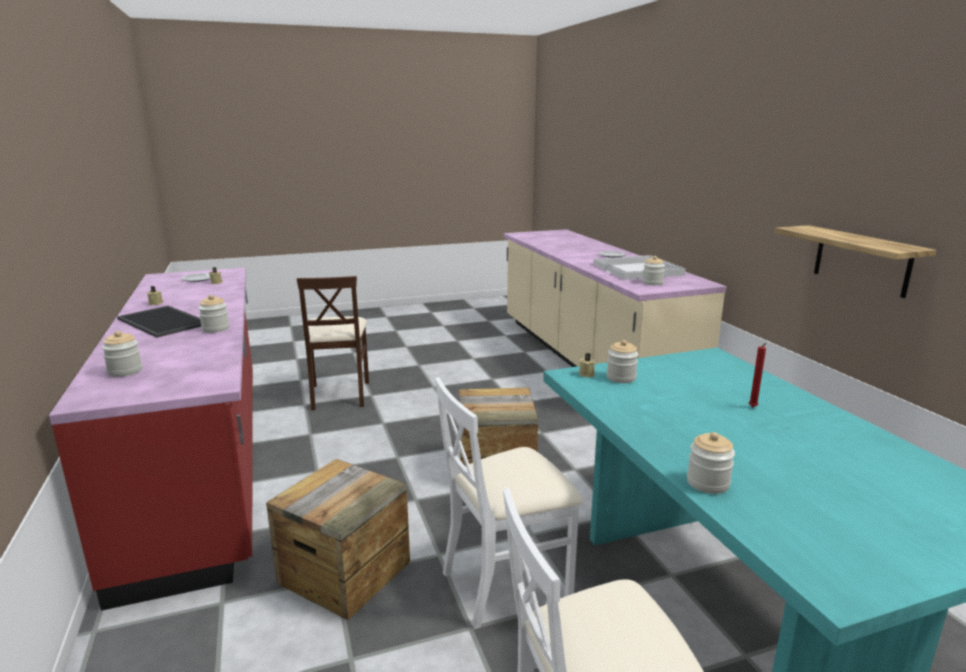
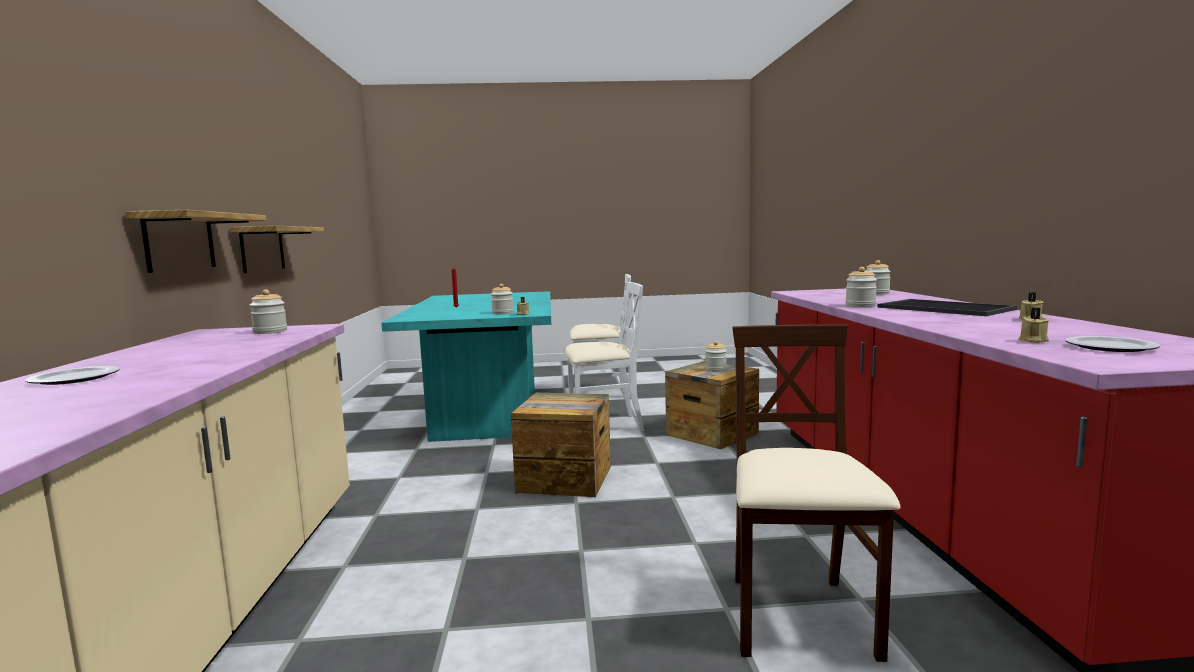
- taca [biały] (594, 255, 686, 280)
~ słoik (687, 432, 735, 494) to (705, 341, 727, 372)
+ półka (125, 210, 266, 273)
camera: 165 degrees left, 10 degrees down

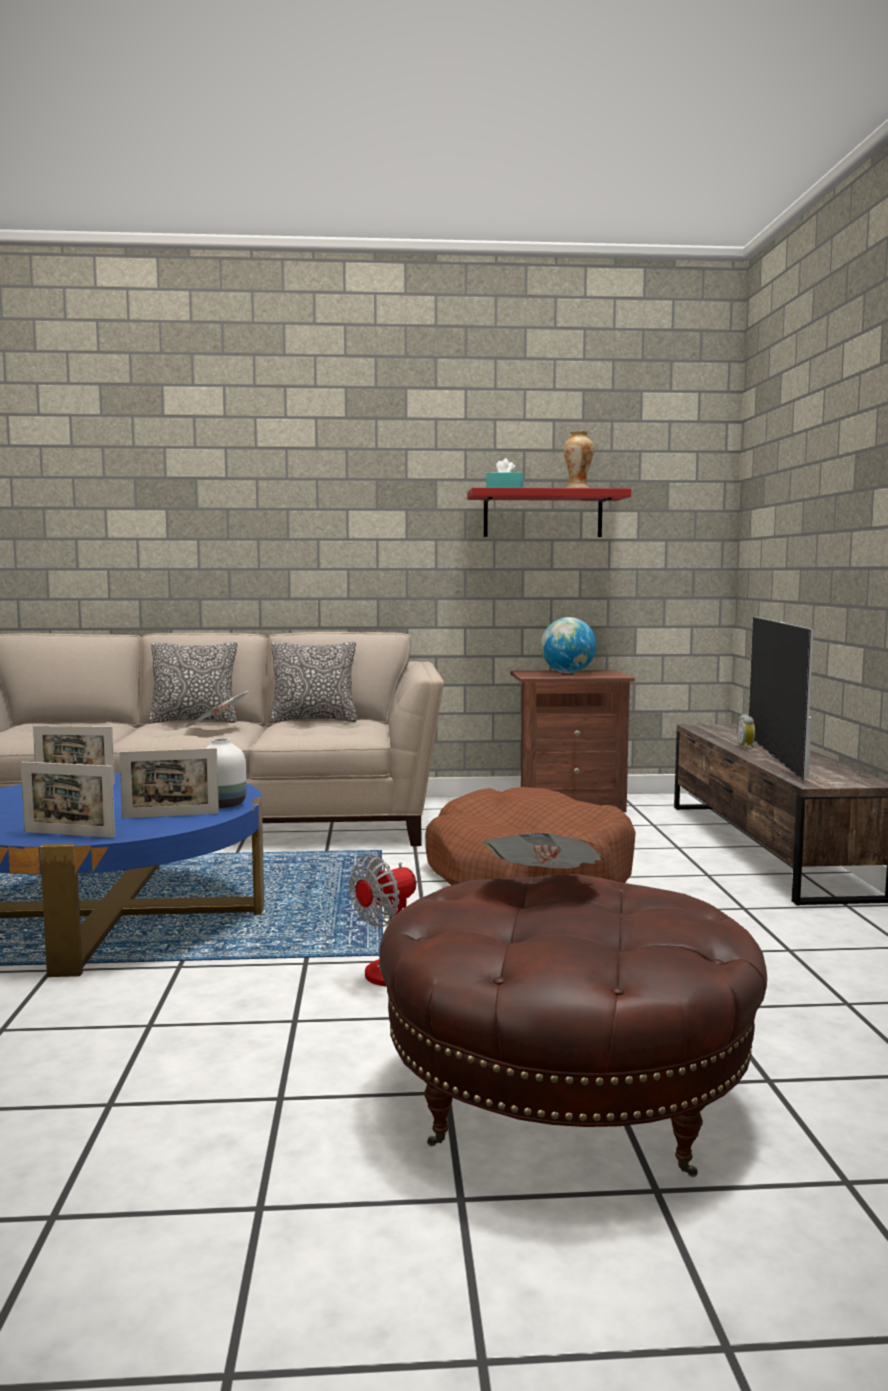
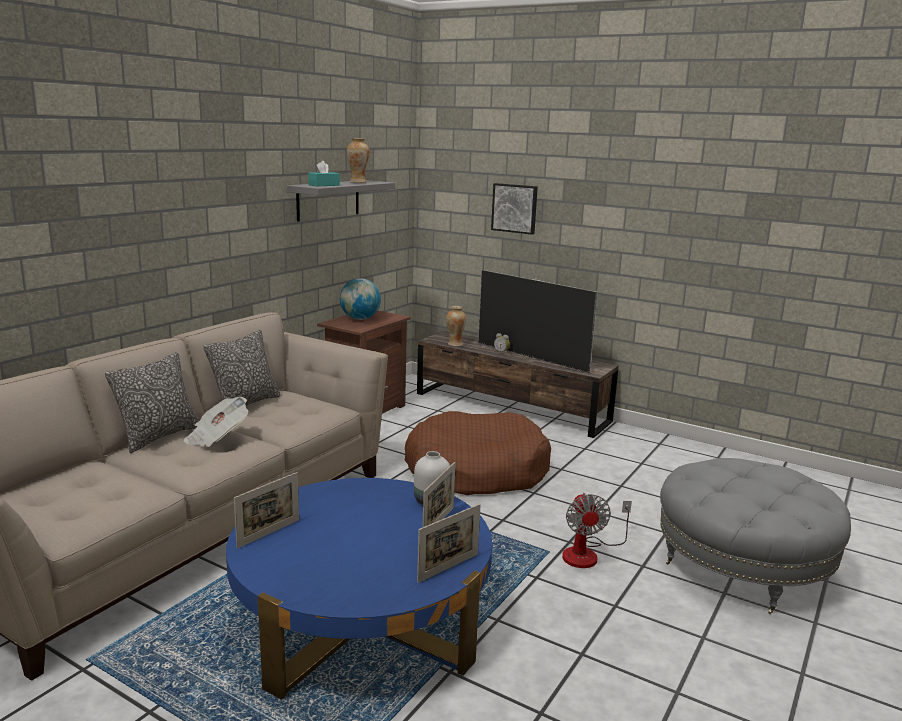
~ półka [czerwony] (467, 487, 631, 537) to półka [szary] (287, 180, 395, 222)
- gazeta (481, 833, 603, 869)
~ pufa [brązowy] (379, 874, 767, 1177) to pufa [szary] (660, 458, 851, 614)
+ obraz (491, 183, 538, 235)
+ wazon (446, 306, 466, 346)
camera: 55 degrees left, 10 degrees up

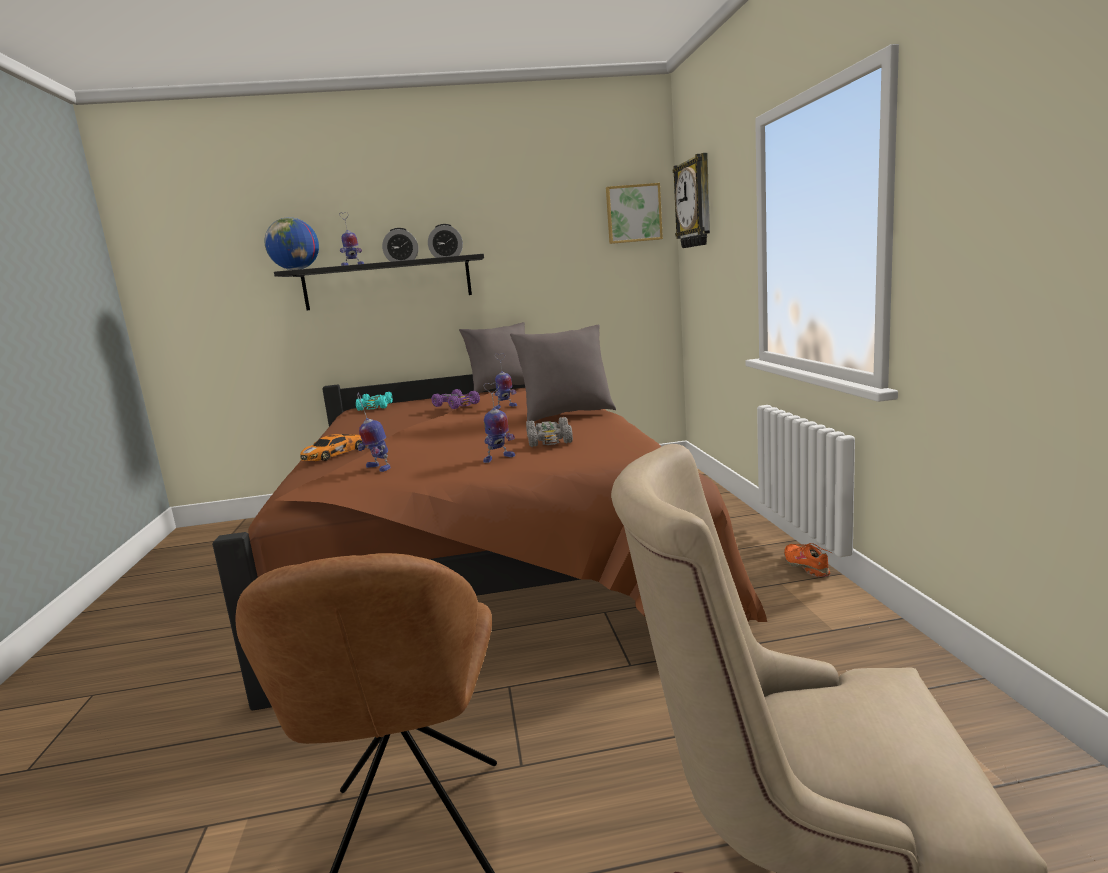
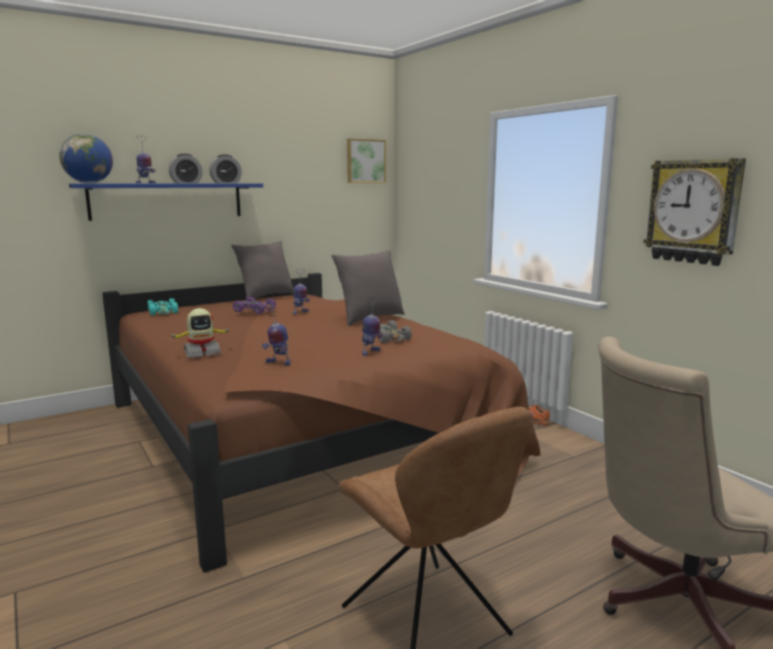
~ zegar ścienny (673, 153, 710, 248) to (643, 158, 746, 266)
~ półka [czarny] (274, 254, 484, 310) to półka [niebieski] (69, 183, 263, 221)
~ samochodzik (300, 434, 363, 461) to robot zabawkowy (171, 308, 232, 358)
camera: 25 degrees left, 0 degrees up

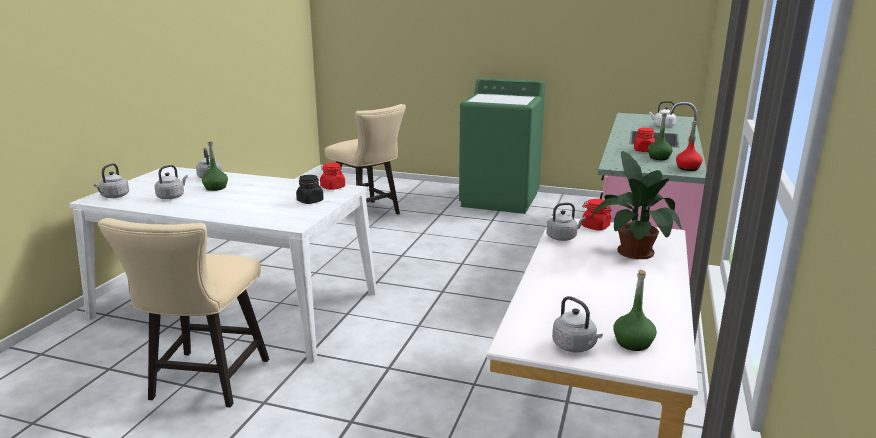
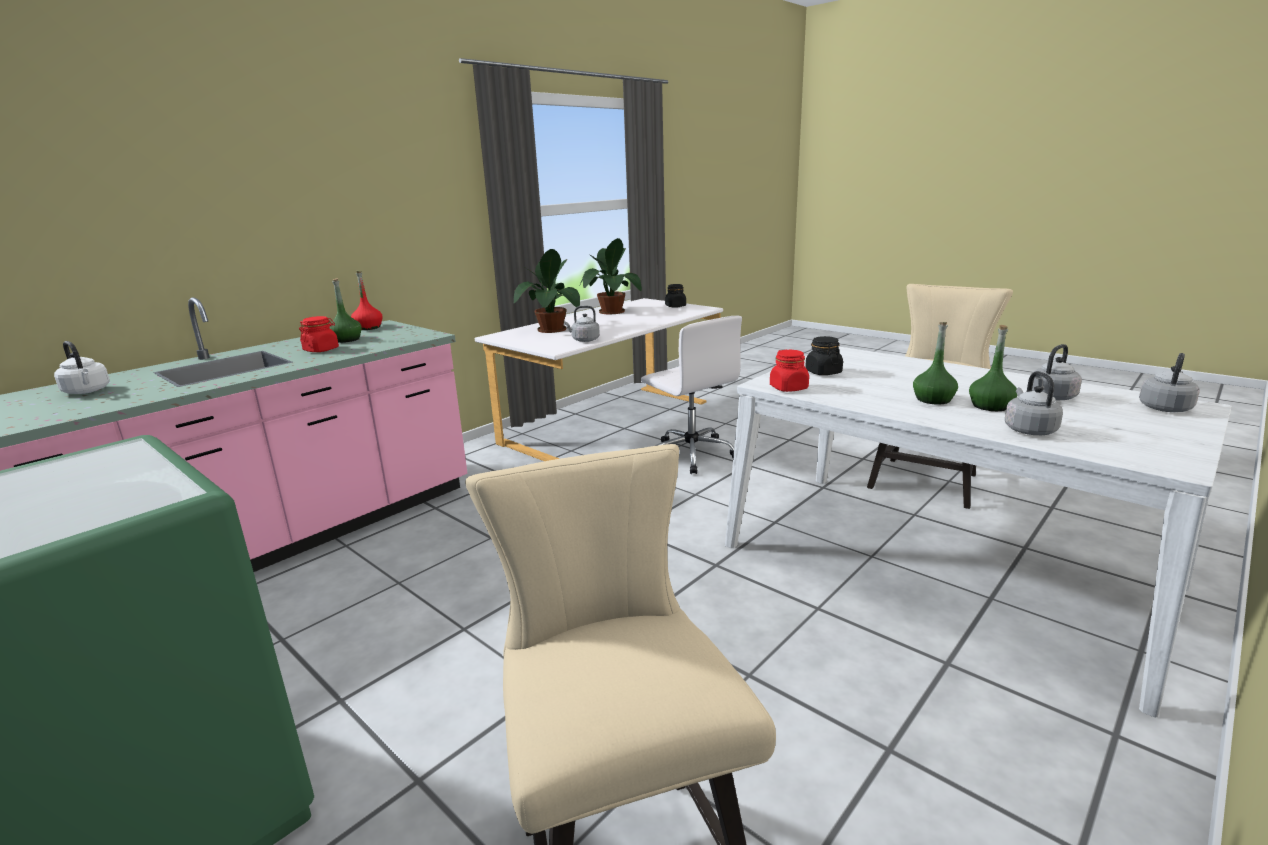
- słoik [czerwony] (582, 199, 612, 231)
~ butelka [zielony] (613, 270, 657, 351) to (913, 322, 958, 404)
~ czajnik [szary] (552, 296, 603, 353) to słoik [czarny] (665, 284, 686, 308)
+ roślina doniczkowa (579, 238, 642, 314)
+ krzesło biurowe [biały] (641, 316, 742, 474)
camera: 155 degrees left, 0 degrees up

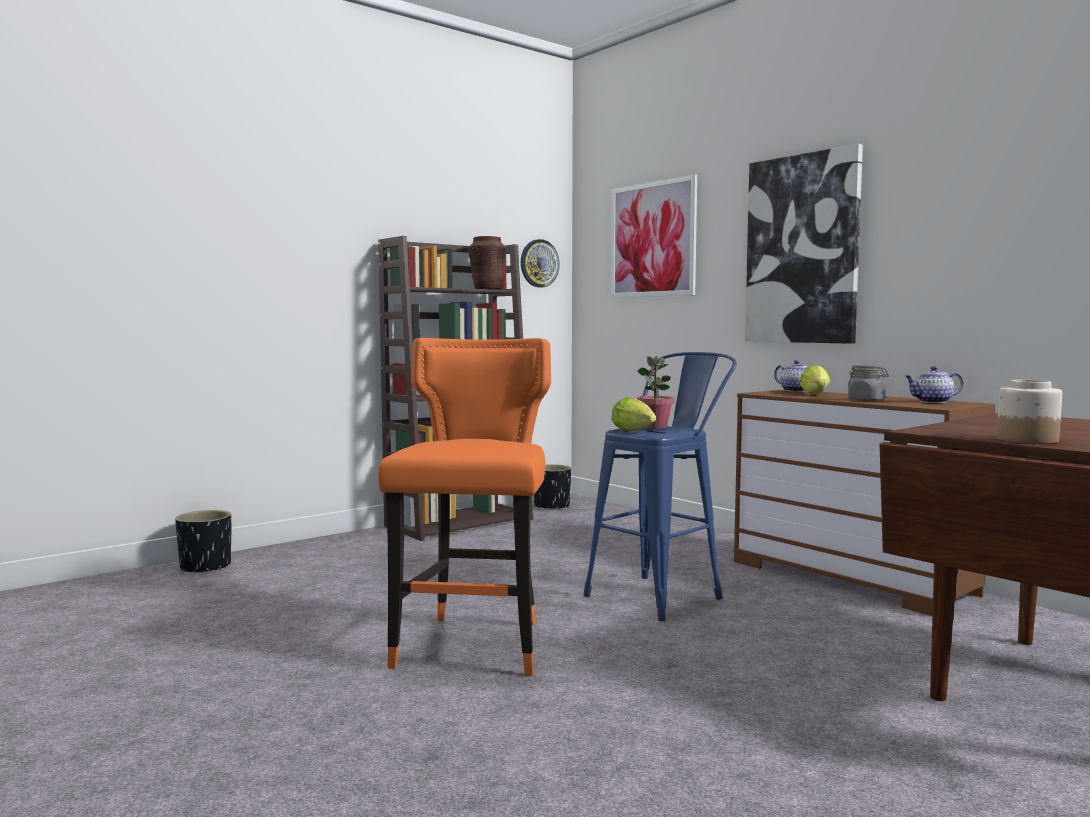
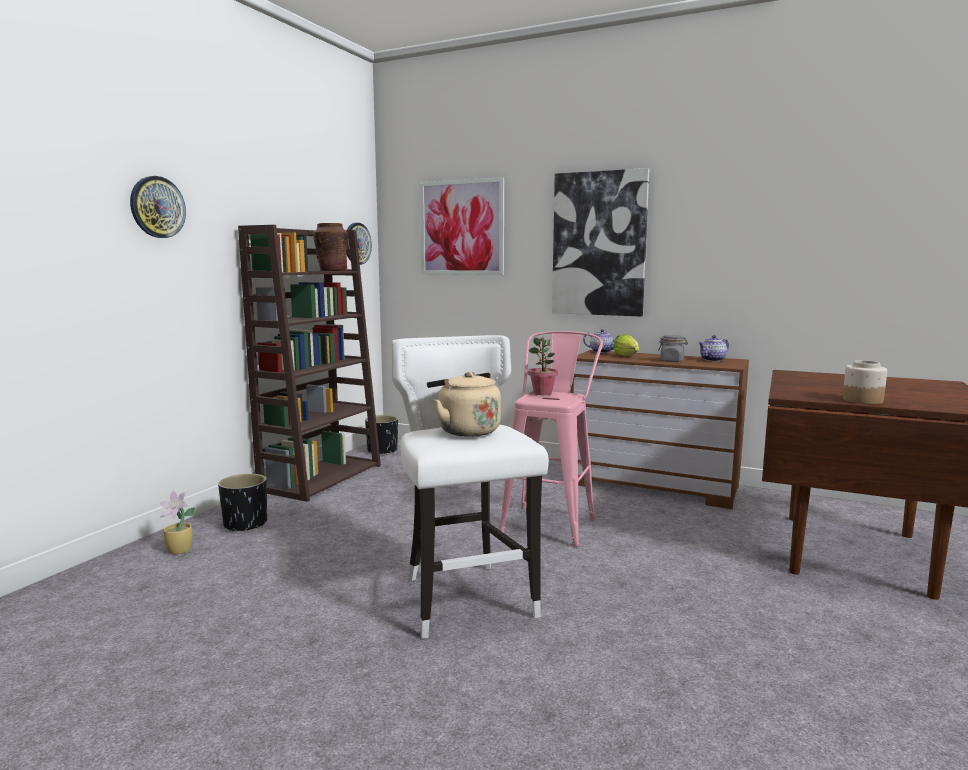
~ stołek [pomarańczowy] (378, 338, 551, 676) to stołek [biały] (391, 335, 549, 639)
~ stołek [niebieski] (583, 352, 737, 621) to stołek [różowy] (499, 331, 603, 547)
- sałata (611, 397, 656, 431)
~ donica [czarny] (175, 510, 231, 573) to (218, 474, 267, 532)
+ zegar ścienny (130, 176, 186, 238)
+ czajnik [beżowy] (427, 372, 501, 437)
+ roślina doniczkowa (160, 490, 195, 554)
camera: 25 degrees left, 5 degrees up

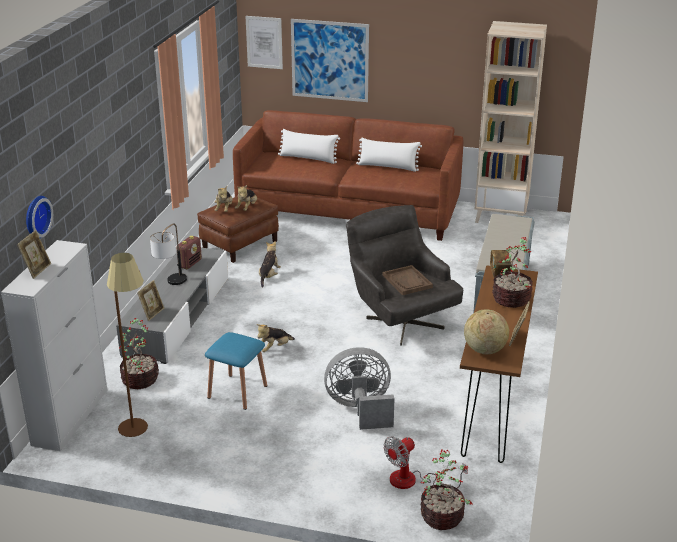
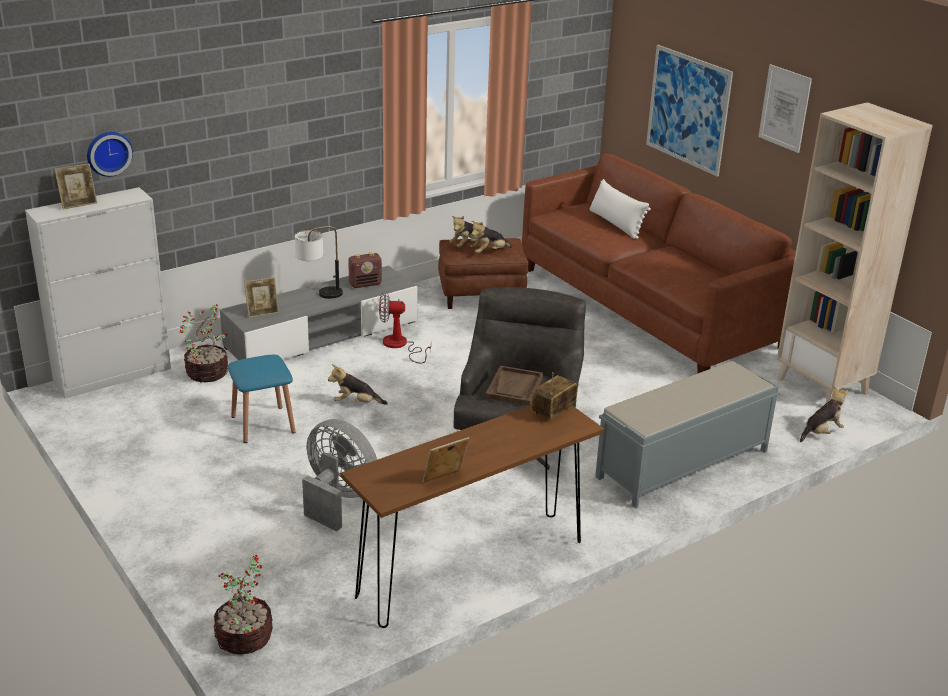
~ obraz (245, 16, 283, 69) to (758, 64, 812, 153)
- poduszka [biały] (356, 138, 422, 172)
- roślina doniczkowa (492, 237, 533, 308)
~ pluszak (259, 241, 281, 287) to (800, 386, 848, 442)
- lampa stojąca [brązowy] (107, 253, 148, 437)
- globus (464, 310, 509, 354)
~ wentylator (384, 436, 468, 489) to (379, 292, 431, 364)
camera: 40 degrees right, 0 degrees up

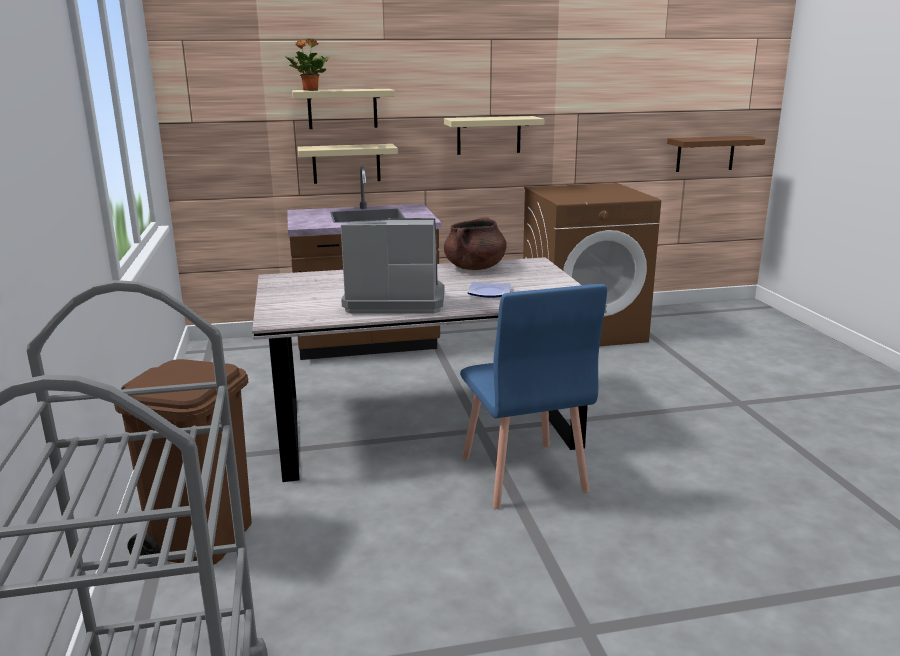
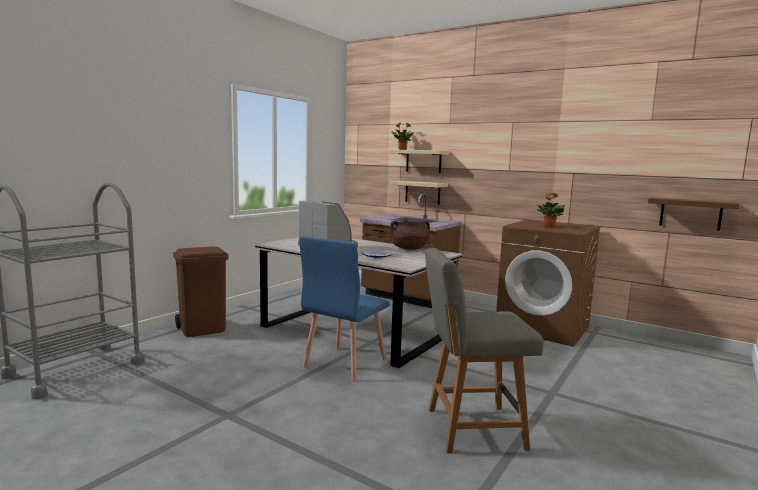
- półka [beżowy] (444, 116, 544, 155)
+ roślina doniczkowa (536, 193, 565, 227)
+ krzesło [szary] (425, 248, 544, 454)
camera: 45 degrees right, 10 degrees down

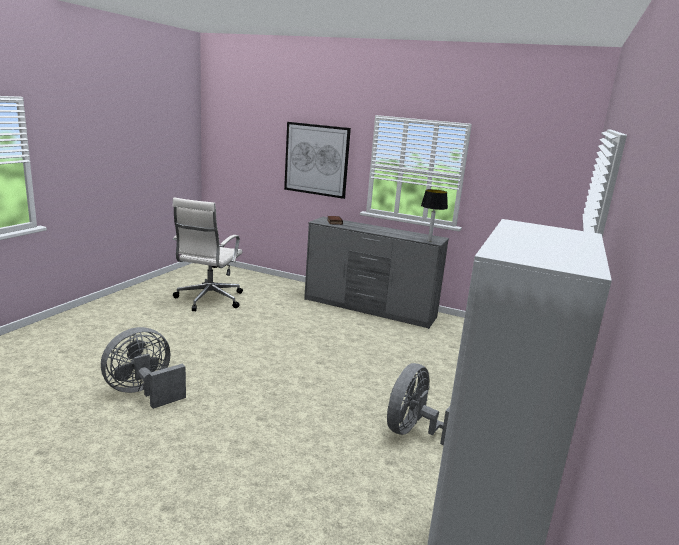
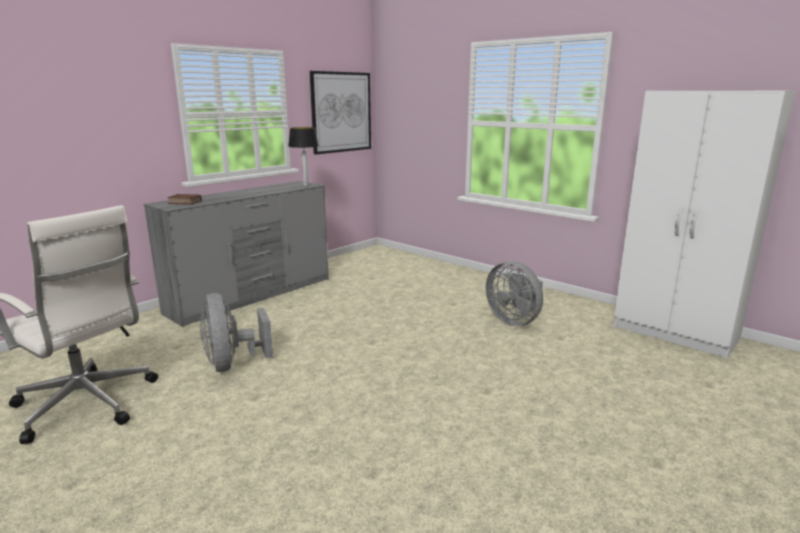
~ obraz (284, 122, 351, 199) to (309, 71, 371, 154)
~ wentylator [szary] (101, 327, 186, 409) to (200, 293, 273, 372)
camera: 70 degrees left, 0 degrees up

